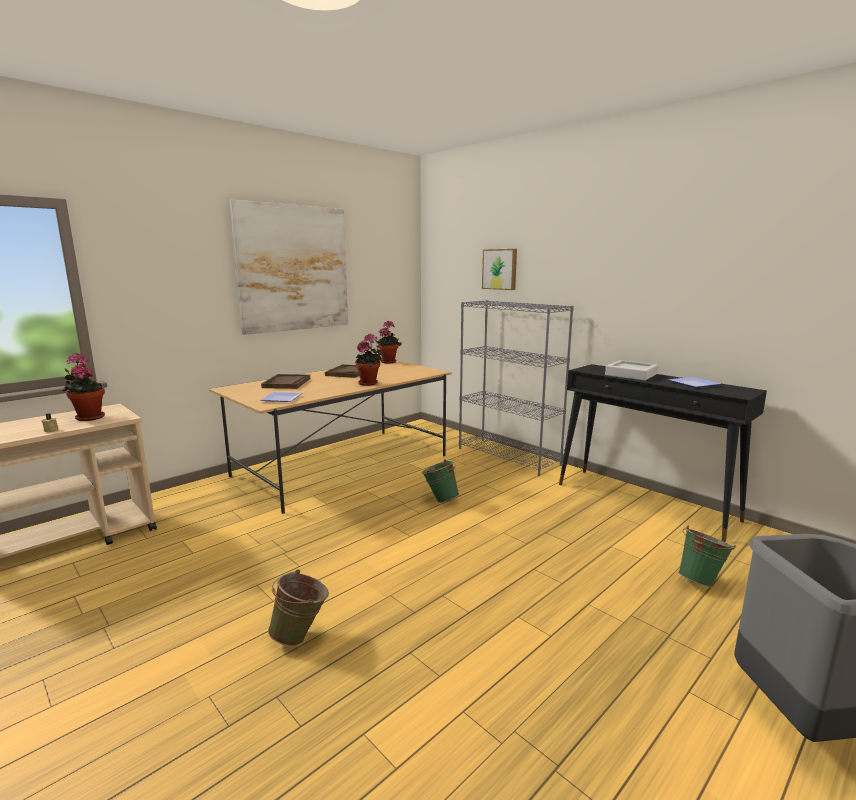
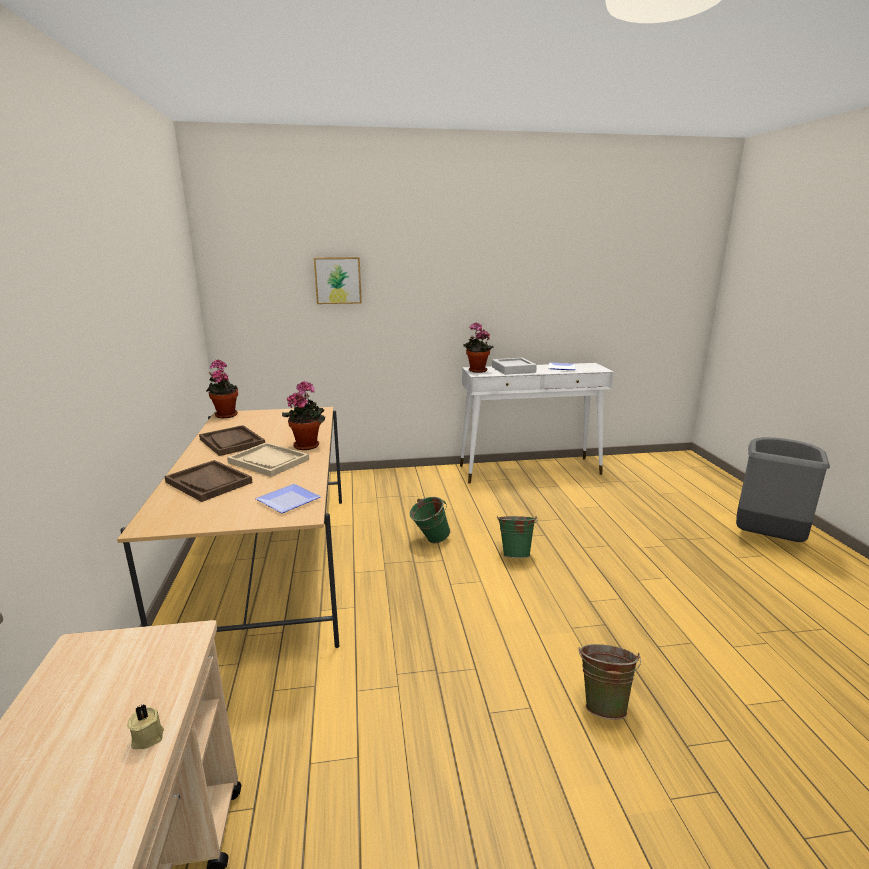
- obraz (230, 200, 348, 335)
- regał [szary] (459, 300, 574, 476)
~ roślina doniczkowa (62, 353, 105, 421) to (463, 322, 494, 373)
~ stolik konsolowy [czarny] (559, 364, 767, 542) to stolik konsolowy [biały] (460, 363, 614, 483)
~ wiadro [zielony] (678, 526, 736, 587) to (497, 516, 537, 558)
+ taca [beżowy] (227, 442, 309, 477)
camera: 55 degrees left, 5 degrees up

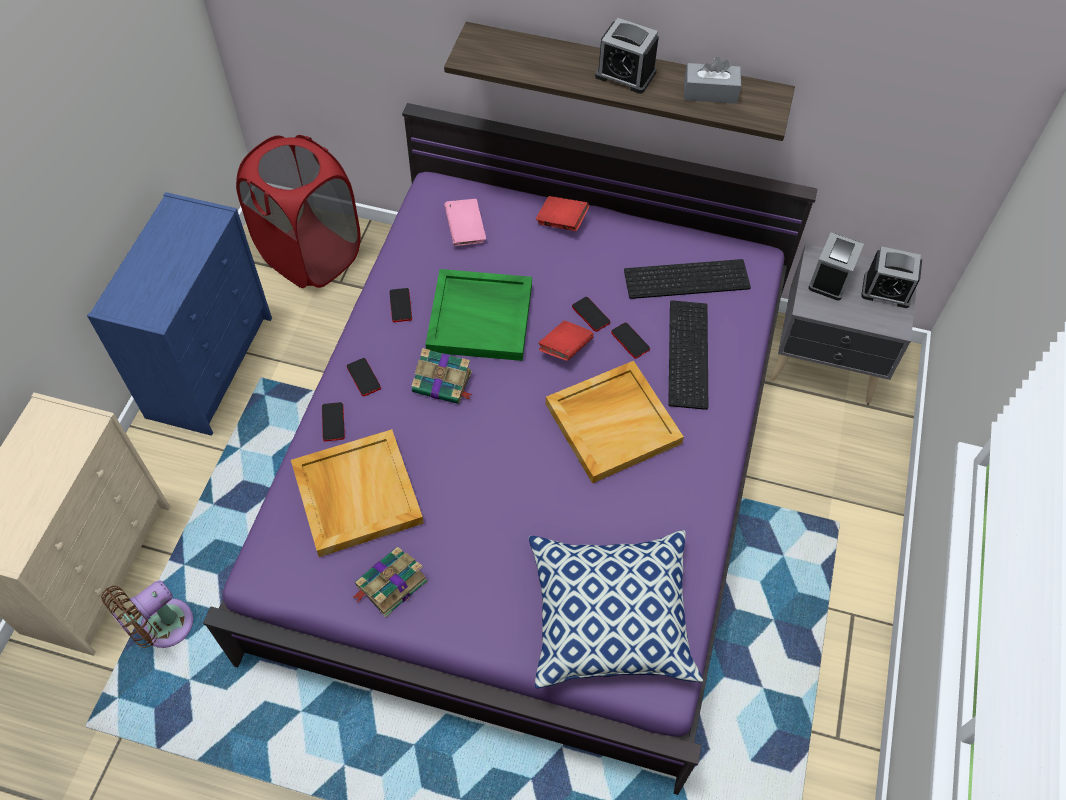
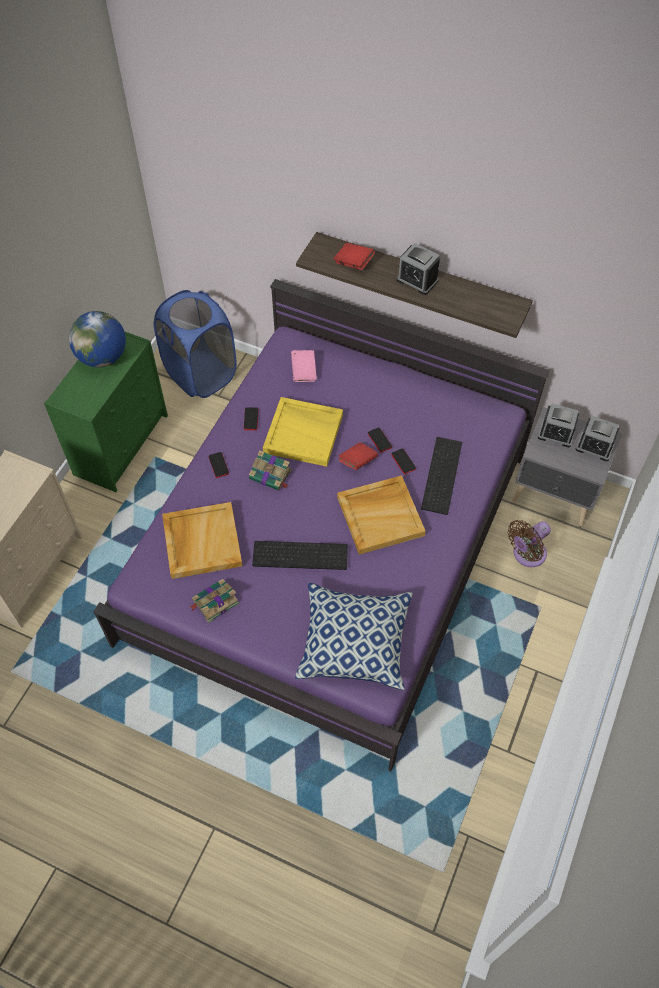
- pudełko chusteczek [szary] (684, 57, 741, 104)
~ kosz na pranie [czerwony] (236, 135, 361, 288) to kosz na pranie [niebieski] (154, 290, 237, 398)
~ komoda [niebieski] (87, 192, 272, 436) to komoda [zielony] (44, 331, 168, 492)
~ książka [czerwony] (536, 196, 589, 231) to (334, 243, 375, 270)
~ budzik (808, 232, 864, 301) = (538, 403, 579, 447) 75 degrees clockwise
~ klawiatura (624, 259, 751, 299) to (252, 541, 348, 570)
~ taca [zielony] (425, 269, 532, 361) to taca [żółty] (263, 397, 343, 467)
- telefon (322, 402, 345, 441)
~ wentylator [brązowy] (101, 580, 193, 648) to (508, 520, 551, 567)
+ globus (69, 311, 126, 367)
camera: 10 degrees right, 0 degrees up

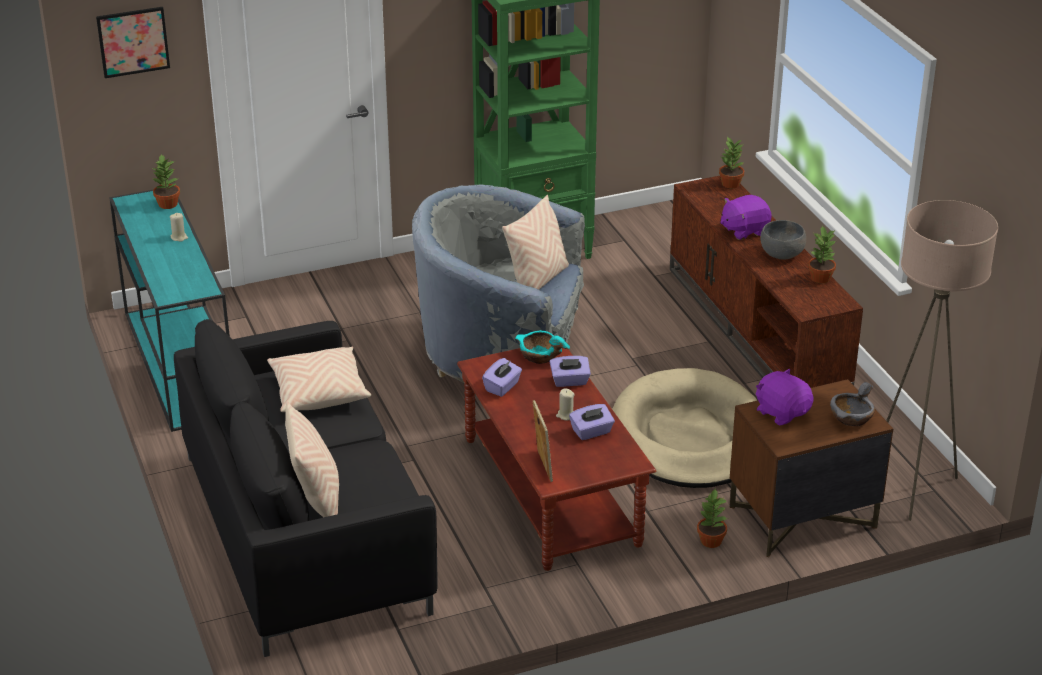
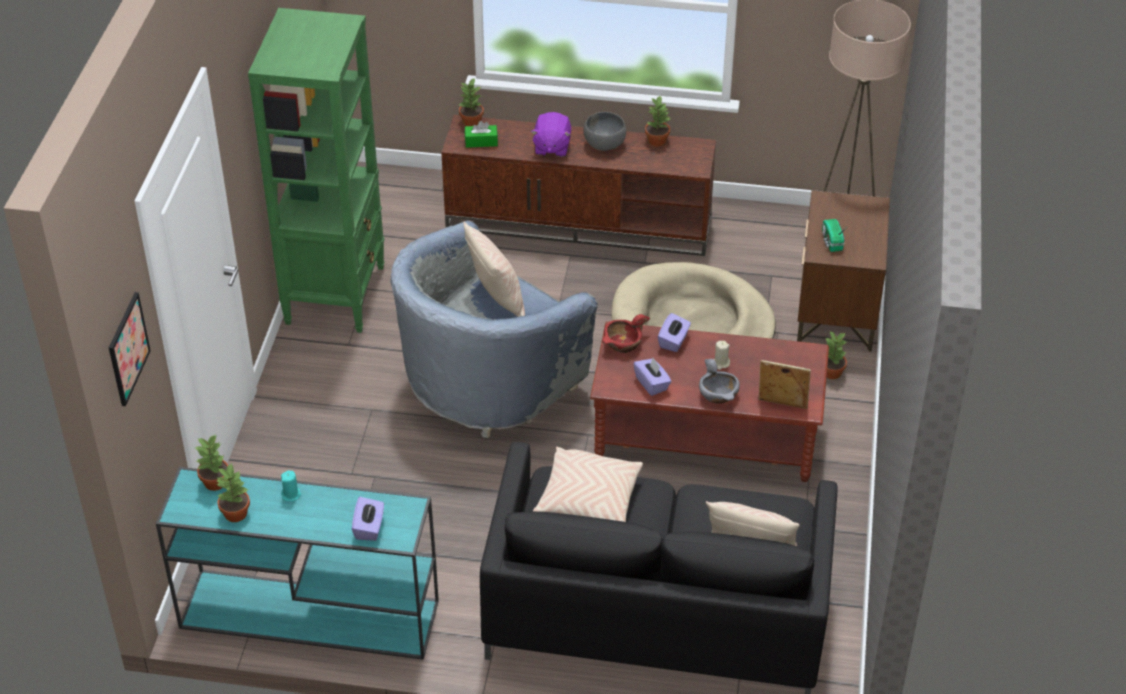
~ świeca [beżowy] (170, 213, 188, 242) to świeca [turkusowy] (281, 471, 301, 502)
~ miska [turkusowy] (515, 330, 570, 364) to miska [czerwony] (602, 314, 650, 353)
~ pluszak [fioletowy] (756, 368, 814, 426) to radio (822, 219, 847, 252)
~ miska [szary] (830, 382, 875, 426) to (699, 359, 740, 404)
~ pudełko chusteczek [fioletowy] (569, 404, 615, 440) to (352, 497, 384, 541)
+ pudełko chusteczek [zielony] (465, 121, 498, 148)
+ roślina doniczkowa (216, 462, 250, 522)
camera: 60 degrees left, 10 degrees up

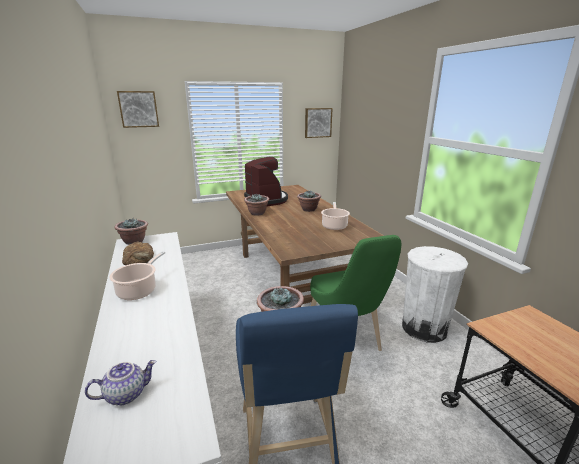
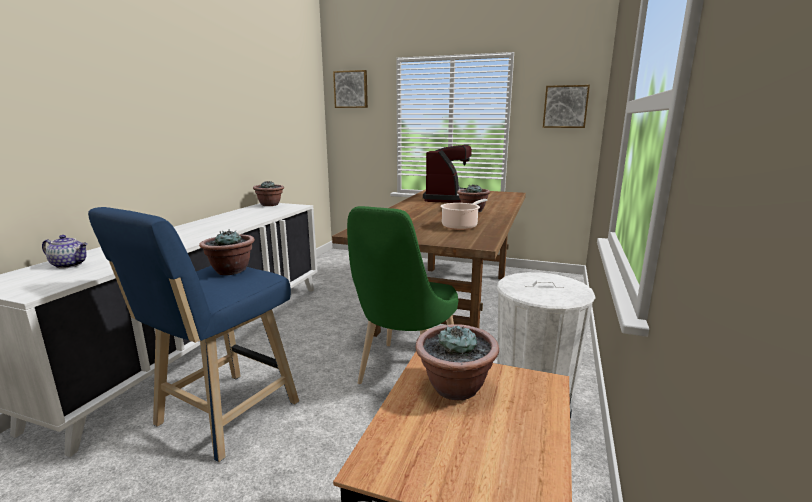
~ roślina doniczkowa (244, 194, 269, 216) to (416, 324, 499, 400)
- chleb (122, 241, 154, 265)
- garnek (109, 251, 165, 300)
camera: 40 degrees right, 5 degrees down

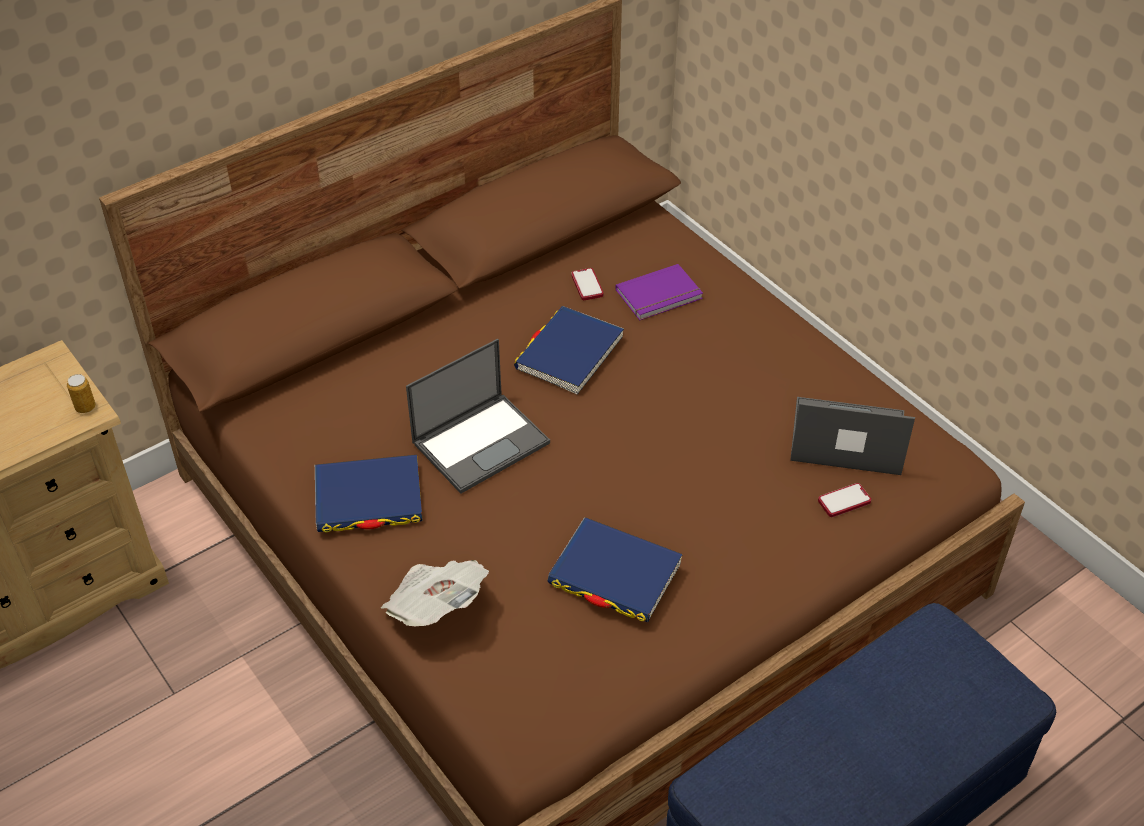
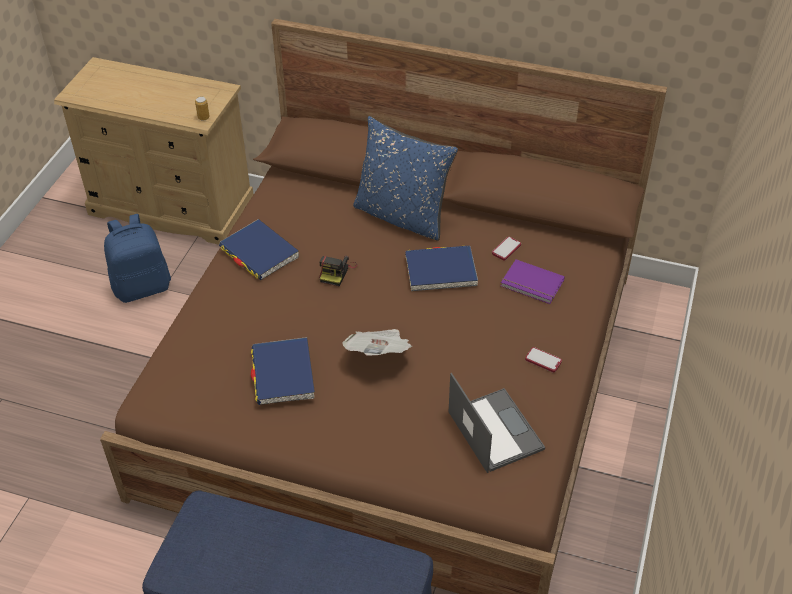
~ laptop (406, 339, 550, 494) to aparat fotograficzny (319, 256, 357, 286)
~ telefon (818, 483, 871, 517) to (525, 347, 562, 373)
~ gazeta (381, 560, 489, 627) to (342, 329, 412, 356)
+ poduszka [niebieski] (353, 116, 458, 241)
+ plecak [niebieski] (104, 214, 171, 303)
camera: 55 degrees right, 0 degrees up

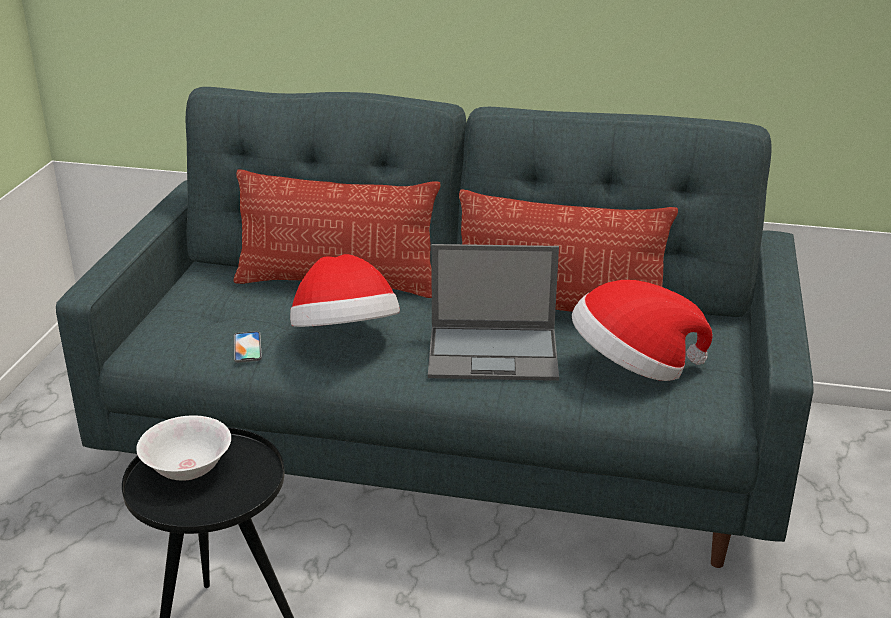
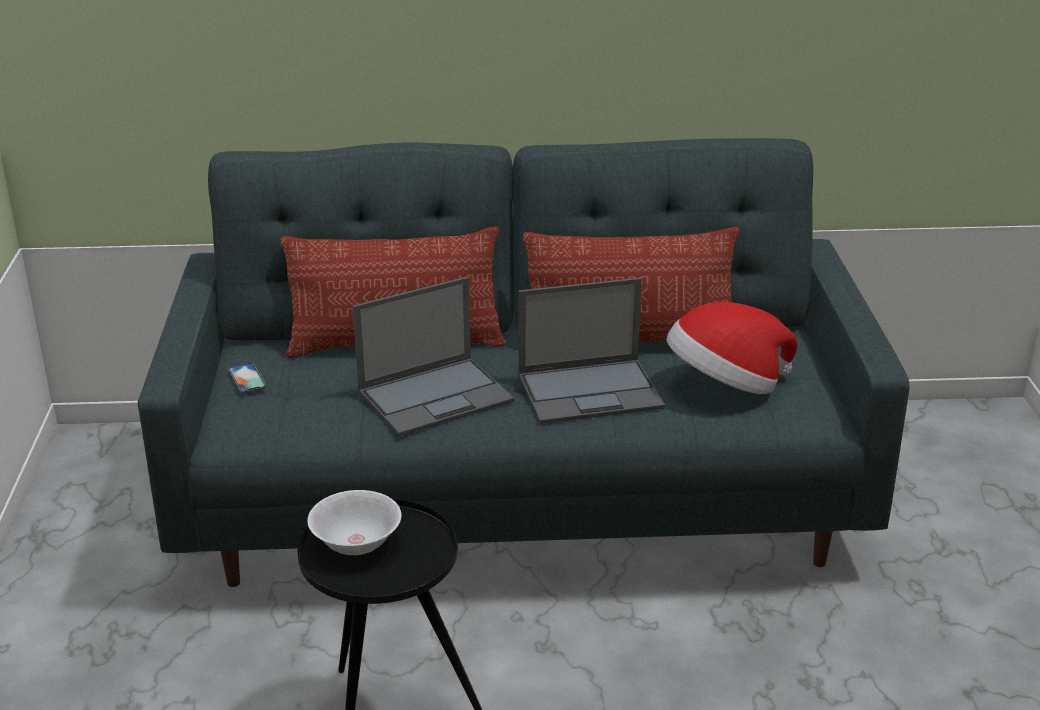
~ kapelusz (290, 254, 400, 327) to laptop (353, 277, 514, 436)
~ telefon (234, 331, 262, 363) to (228, 363, 266, 394)
camera: 15 degrees left, 0 degrees up

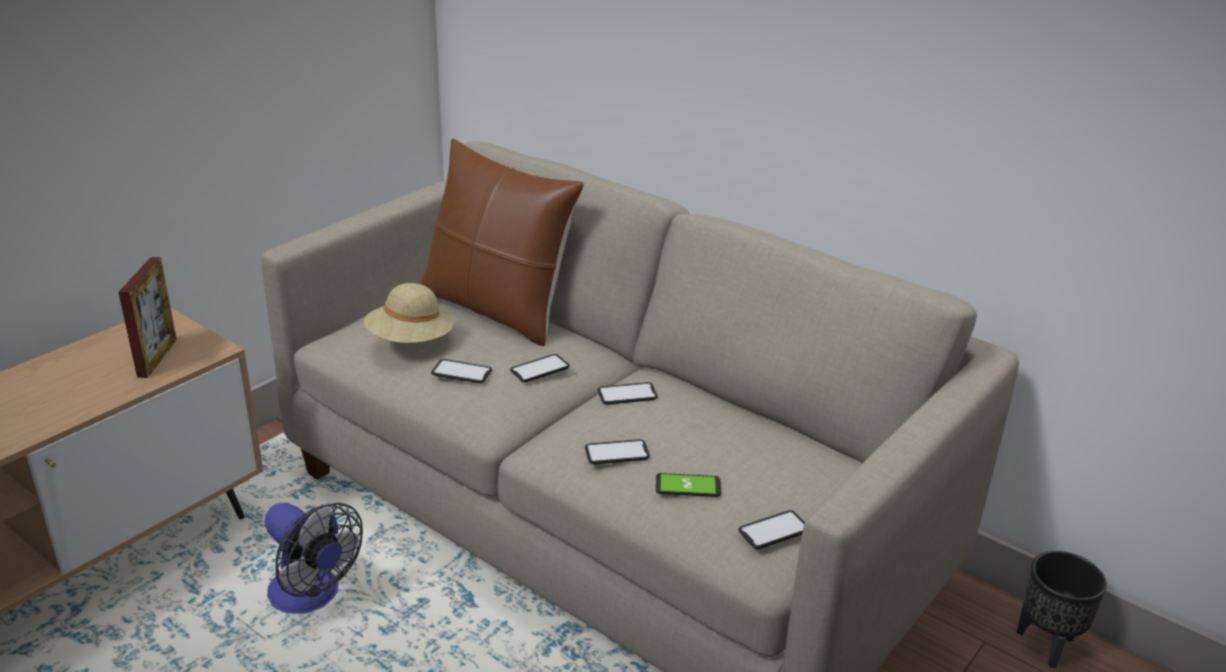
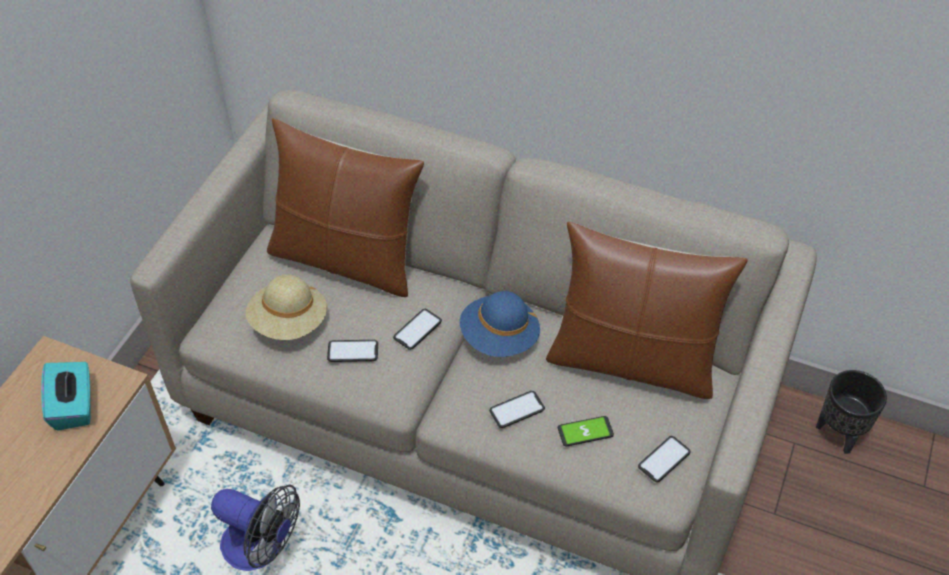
~ ramka na zdjęcie (118, 257, 177, 378) to pudełko chusteczek [turkusowy] (41, 362, 91, 430)
~ telefon (597, 382, 658, 404) to kapelusz [niebieski] (460, 291, 540, 357)
+ poduszka [brązowy] (546, 222, 748, 399)
camera: 15 degrees left, 20 degrees up

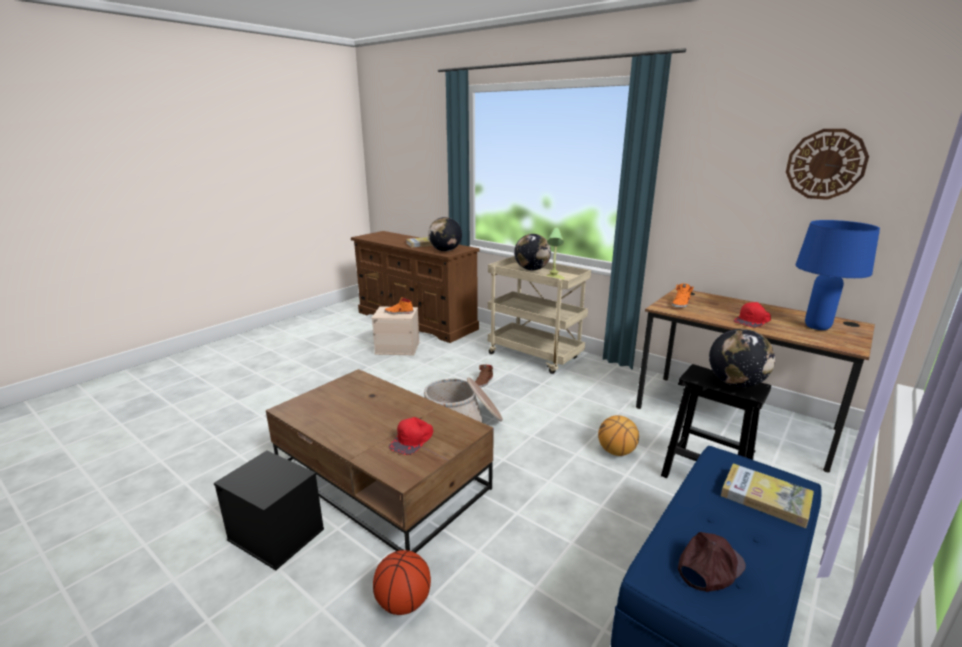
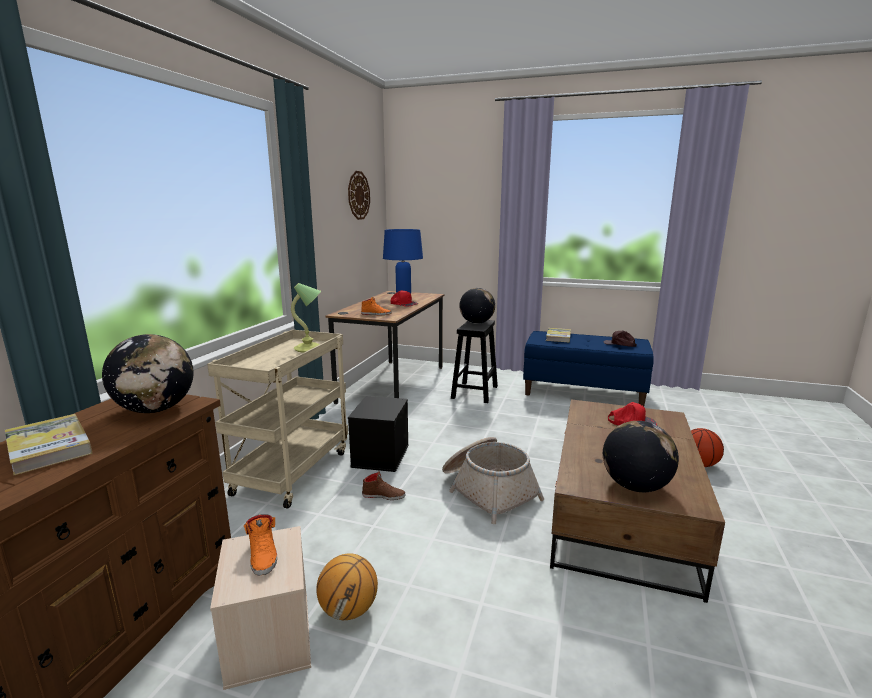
~ globus (514, 234, 551, 271) to (603, 421, 679, 492)
~ piłka do koszykówki (598, 415, 639, 456) to (316, 553, 378, 620)
~ pojemnik do przechowywania [czarny] (214, 451, 324, 570) to (348, 396, 409, 472)
camera: 110 degrees left, 5 degrees down

